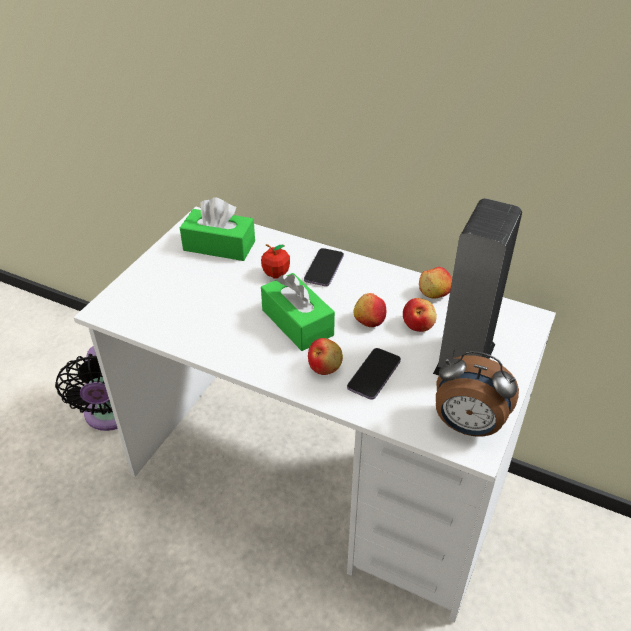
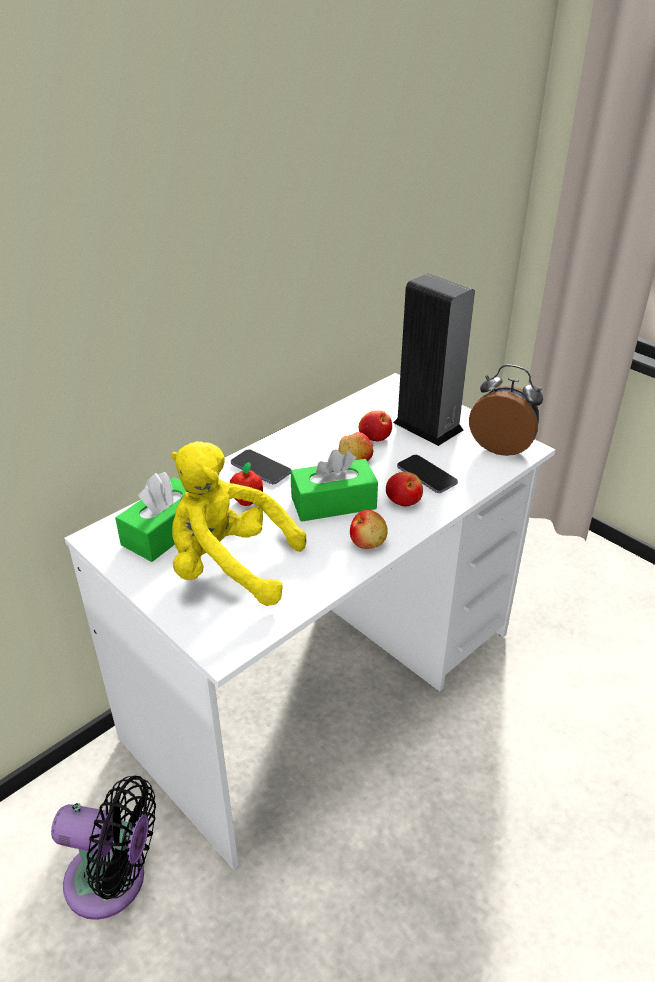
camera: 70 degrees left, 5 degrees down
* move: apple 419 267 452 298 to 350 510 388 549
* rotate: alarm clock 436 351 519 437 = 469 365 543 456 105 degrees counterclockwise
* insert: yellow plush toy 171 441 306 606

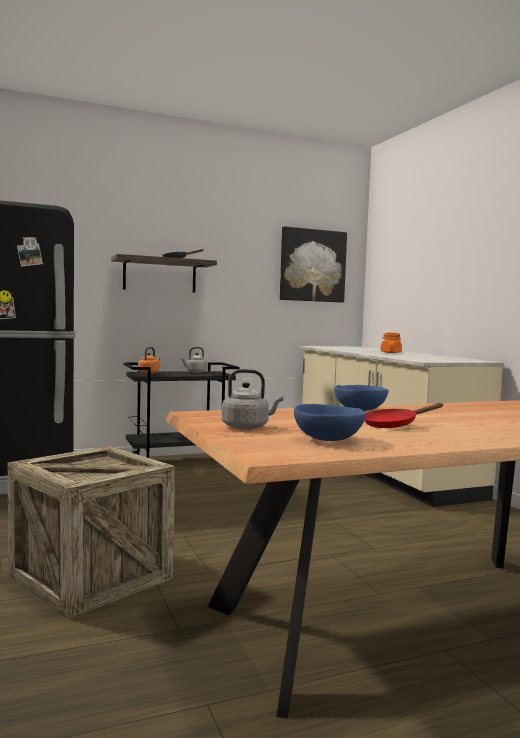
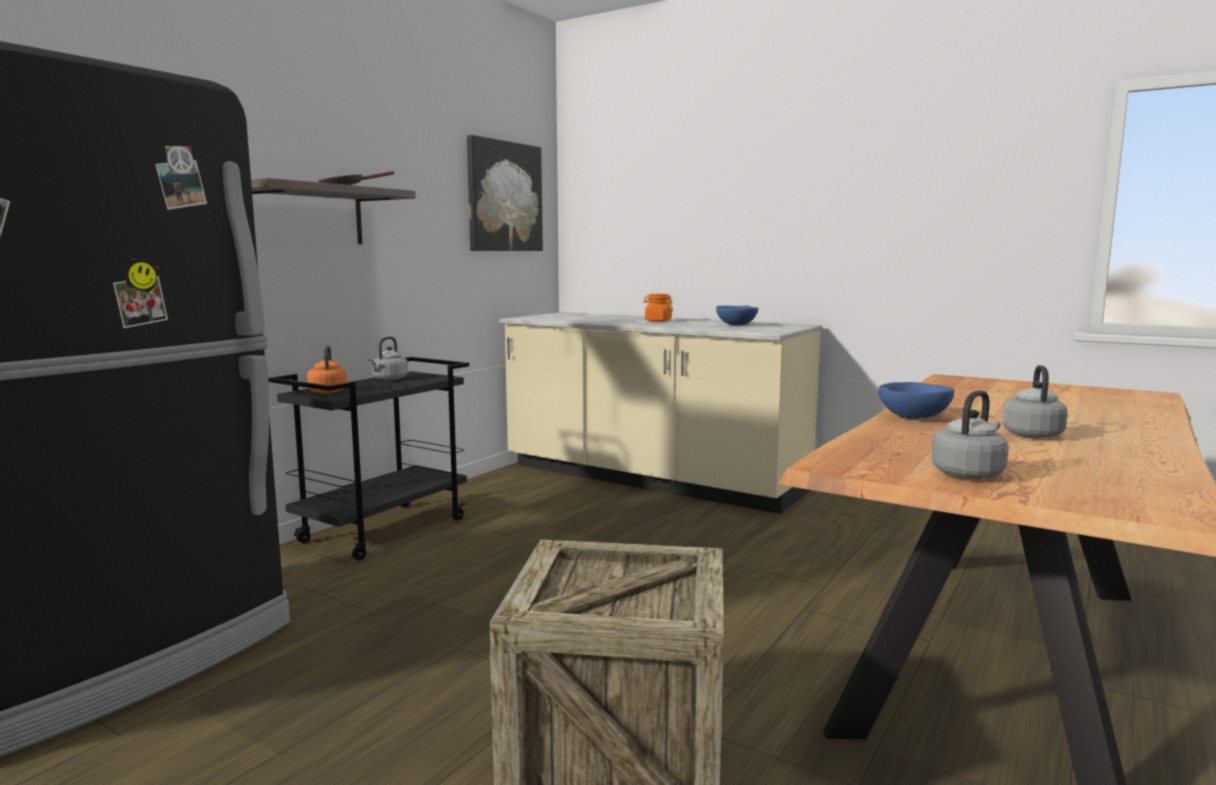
camera: 35 degrees left, 5 degrees up
* move: blue bowl 294 404 365 441 to 716 306 758 325
* replace: red frying pan 364 403 443 428 to grey kettle 1002 365 1068 438

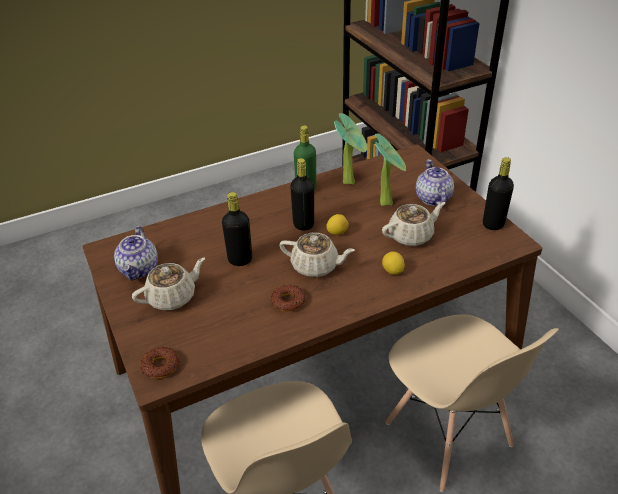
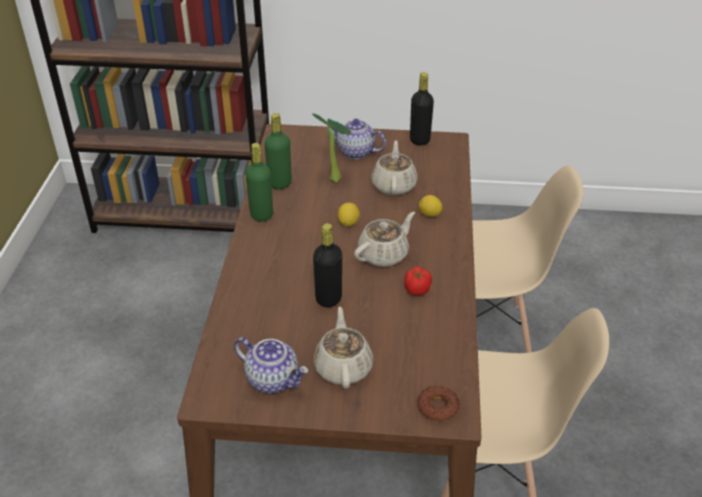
camera: 60 degrees left, 0 degrees up
* replace: donut 271 285 305 312 to tomato 404 266 432 295
* delete: black bottle 290 158 314 231
* replace: potted plant 334 113 368 185 to green bottle 264 113 292 189

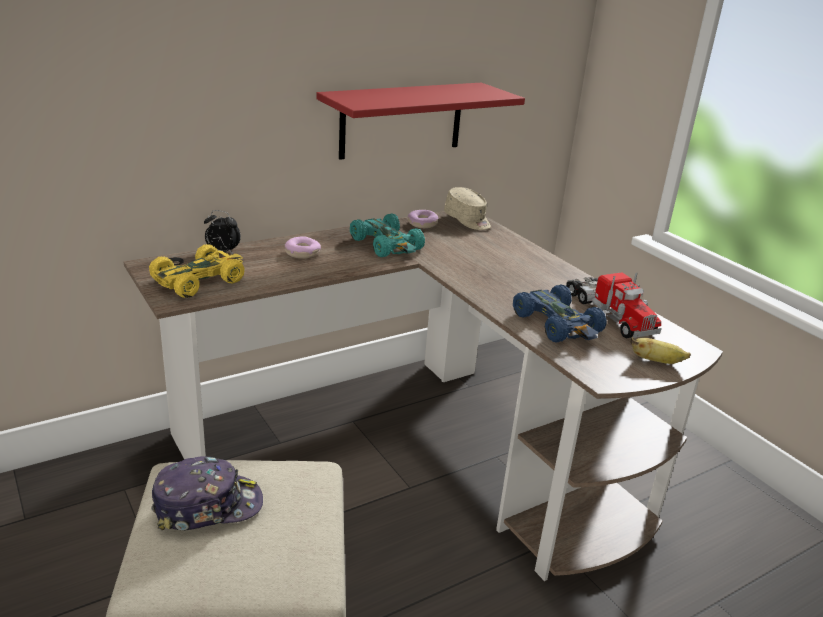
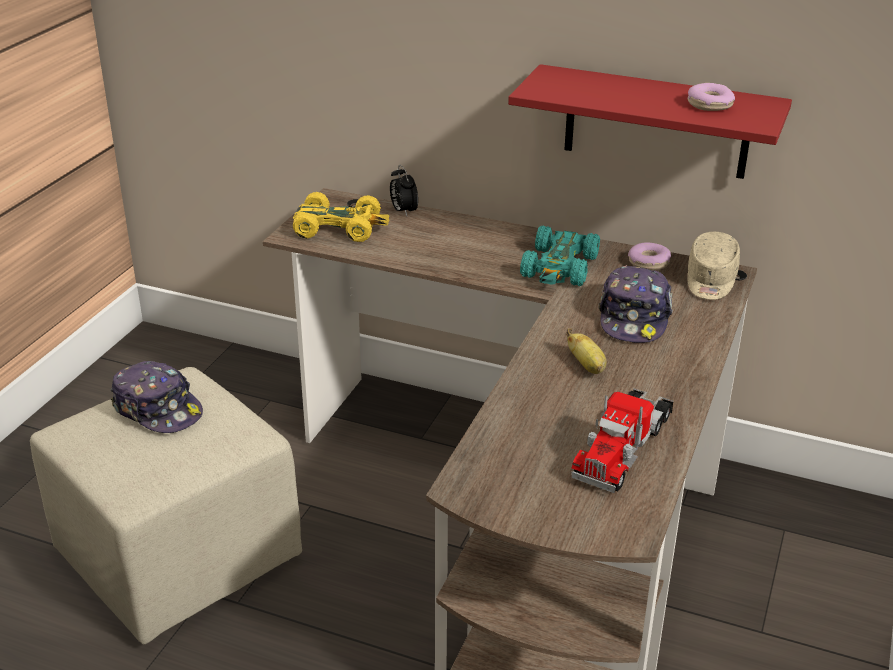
camera: 55 degrees right, 5 degrees up
* move: donut 285 236 321 259 to 688 83 735 111
* delete: blue toy car 513 285 607 342
* move: banana 630 337 691 364 to 566 328 606 374
* insert: cap 598 265 673 343

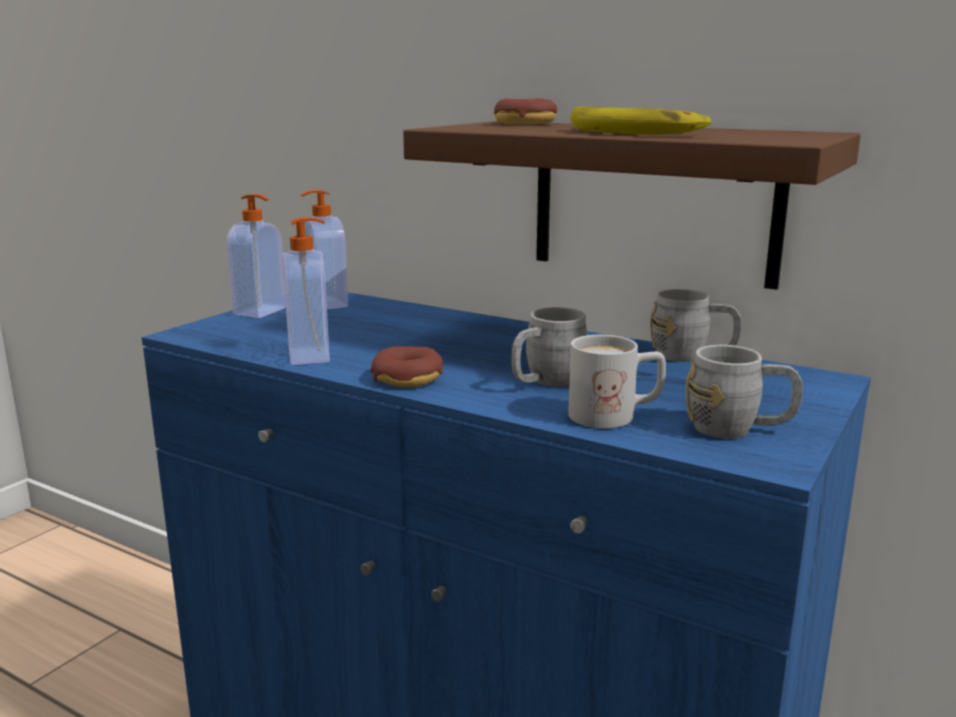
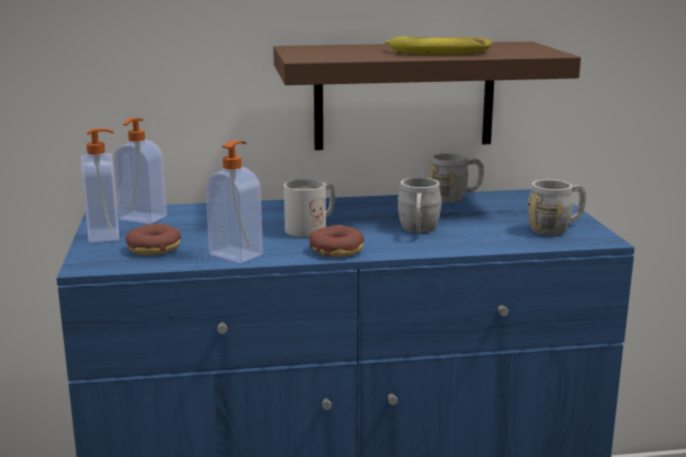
camera: 40 degrees left, 0 degrees up
* move: donut 494 98 557 125 to 125 224 181 256
* move: white mug 568 335 666 428 to 284 179 335 237

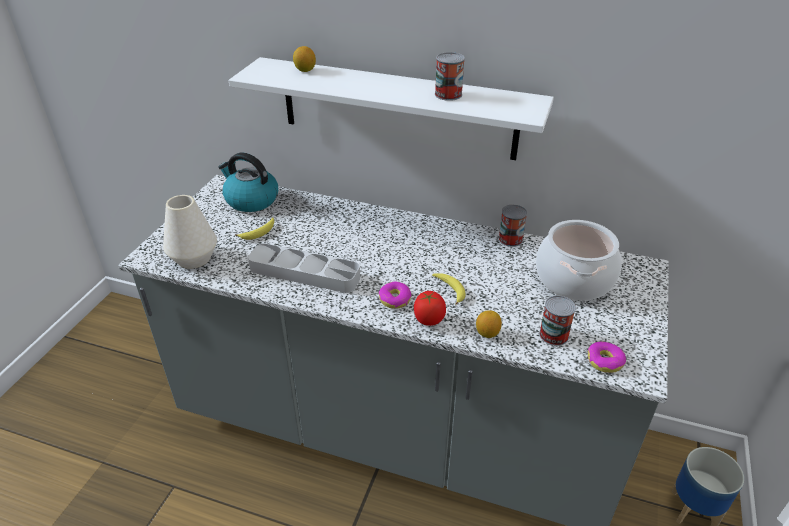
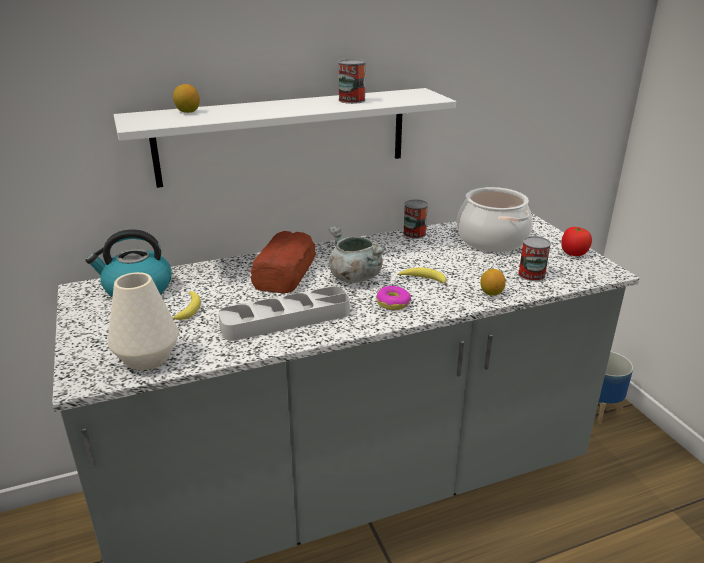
camera: 40 degrees left, 10 degrees down
* move: tomato 414 291 446 326 to 561 227 592 256
* delete: donut 588 342 626 373
* insert: bread 250 231 316 294
* insert: grey cooking pot 329 226 386 283

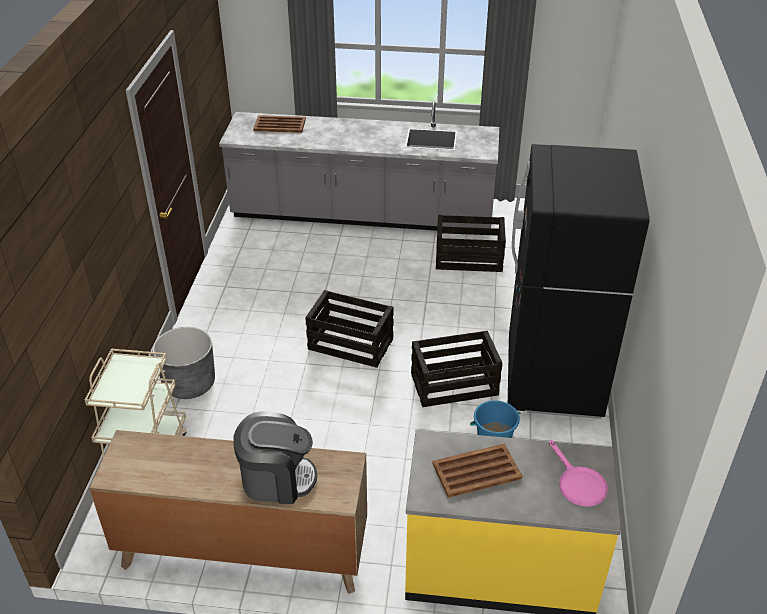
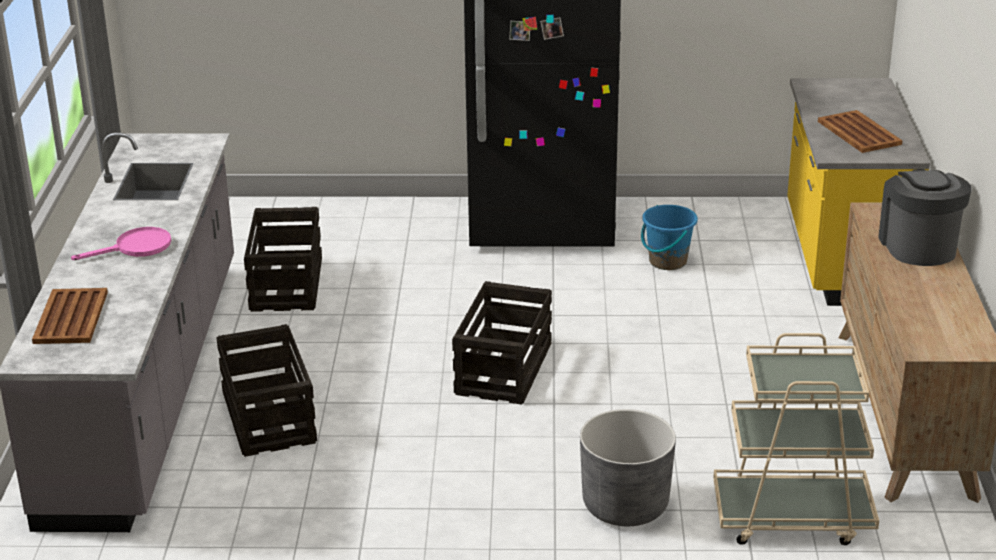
camera: 95 degrees left, 10 degrees down
* move: crate 411 331 502 407 to 216 324 317 457
* move: pink frying pan 549 440 608 506 to 71 227 171 260

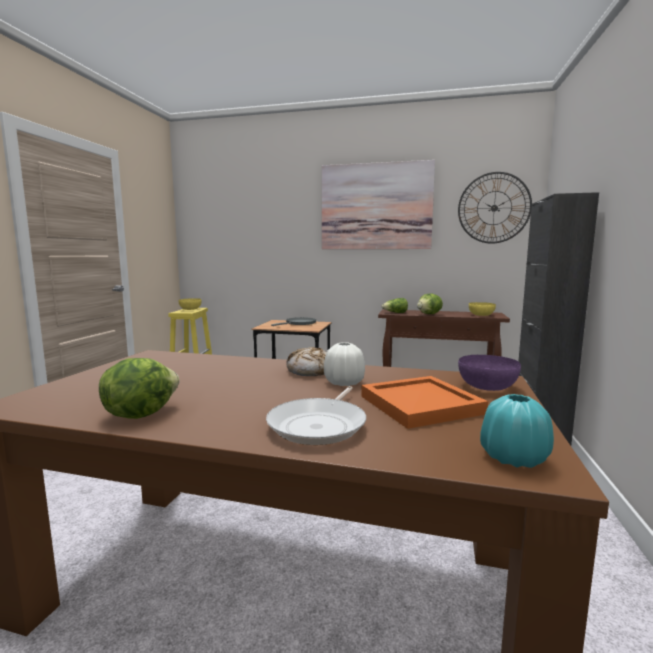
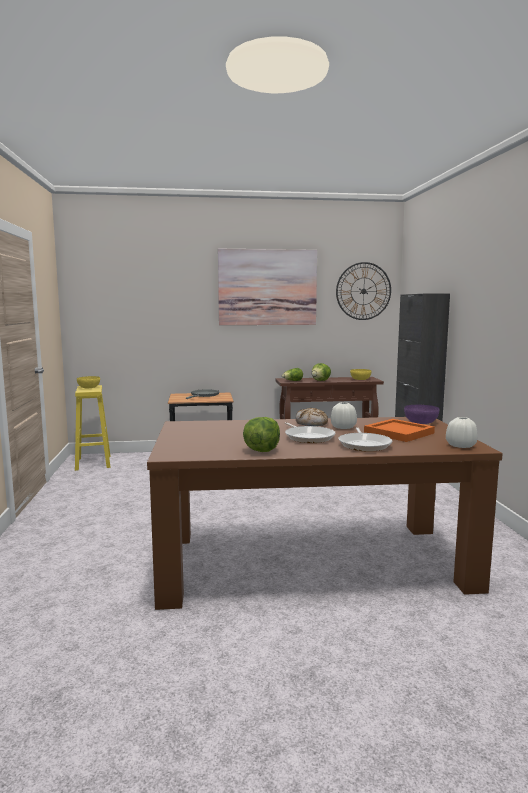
camera: 20 degrees left, 0 degrees up
* recolor: turquoise vase 480 394 554 468 to white vase 446 417 477 448
* insert: frying pan 285 422 335 443

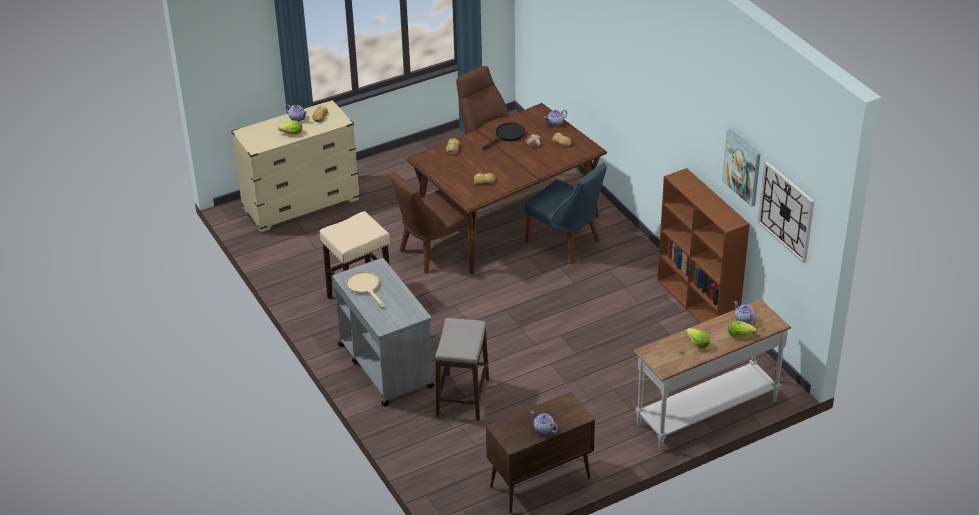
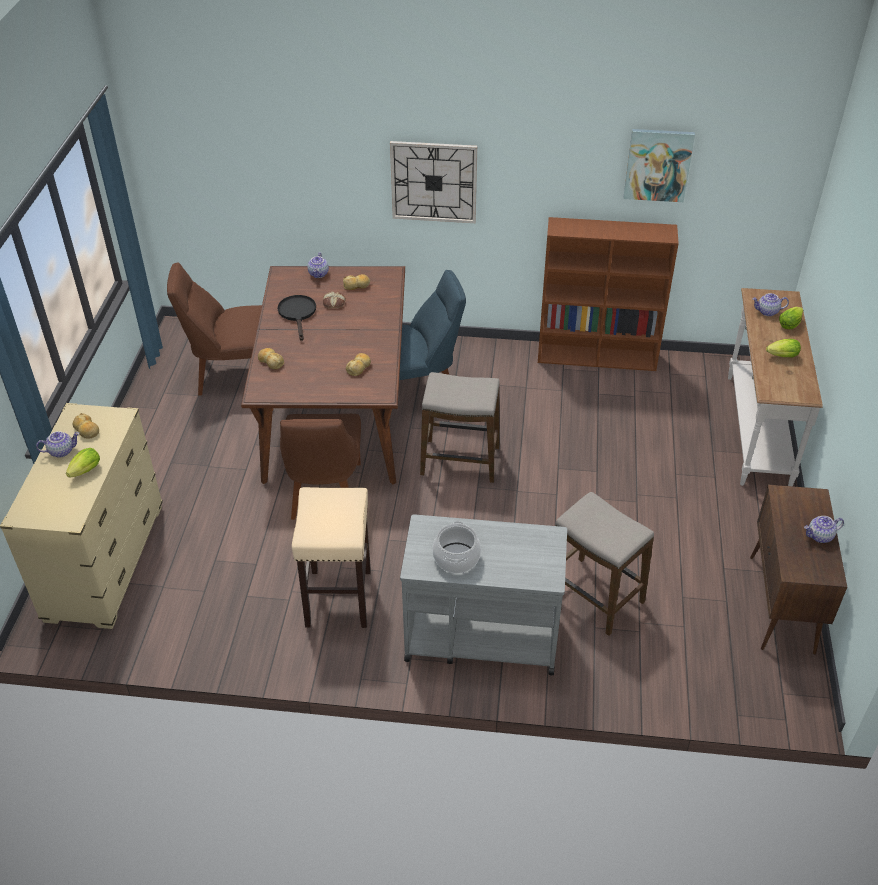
camera: 55 degrees left, 5 degrees up
* replace: beige frying pan 347 271 385 308 to cooking pot 432 521 481 573
* move: wall clock 758 161 814 263 to 390 141 477 223
* insert: stool 420 372 500 483

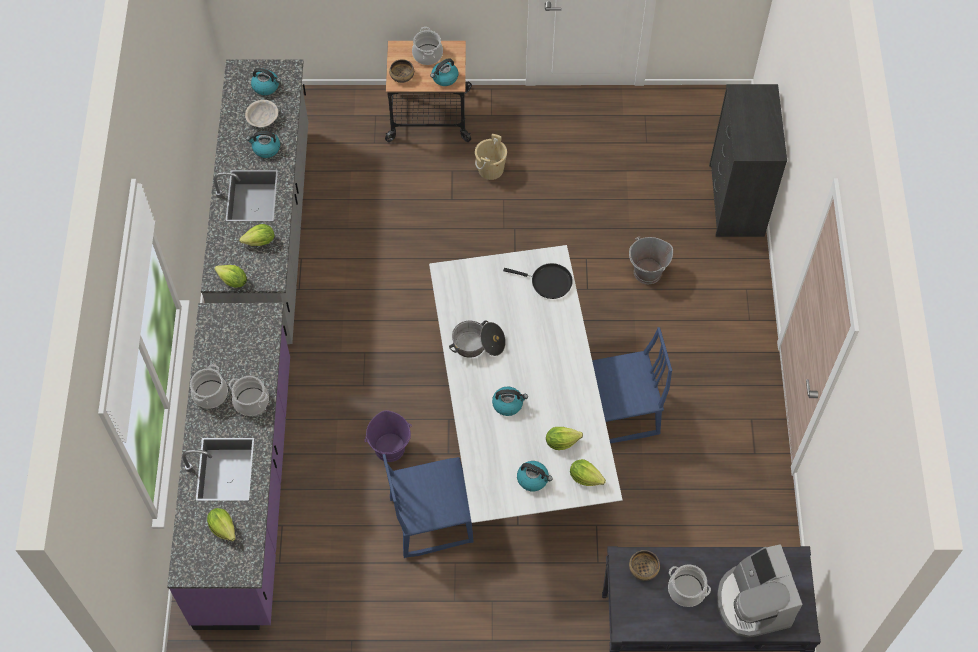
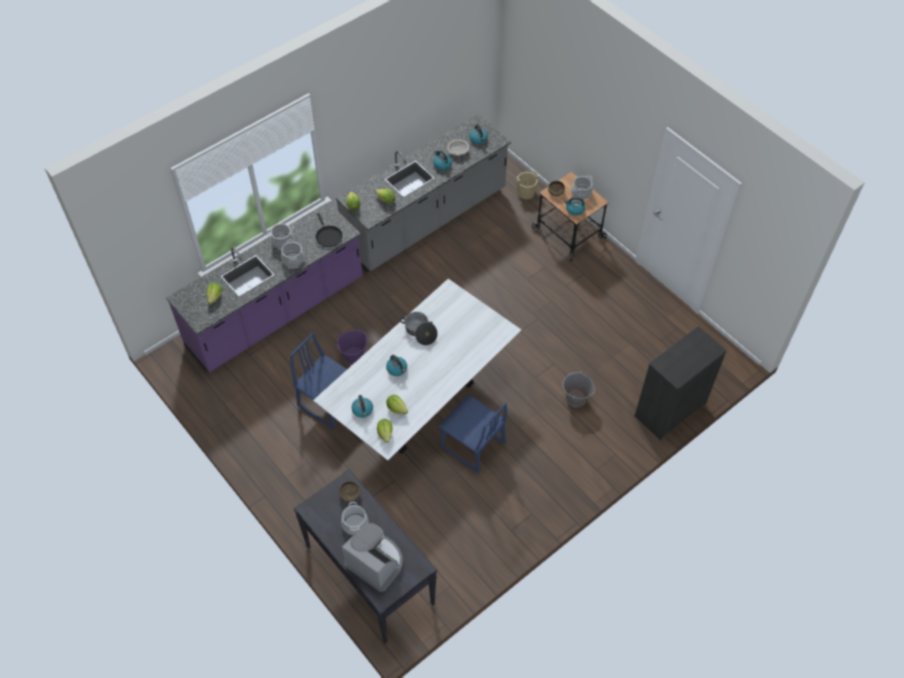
camera: 50 degrees right, 5 degrees down
* move: beige bucket 475 134 507 180 to 516 171 539 199
* move: black frying pan 503 263 573 299 to 316 213 343 247
* rotate: coffee machine 717 544 802 637 = 342 523 403 592 90 degrees clockwise

